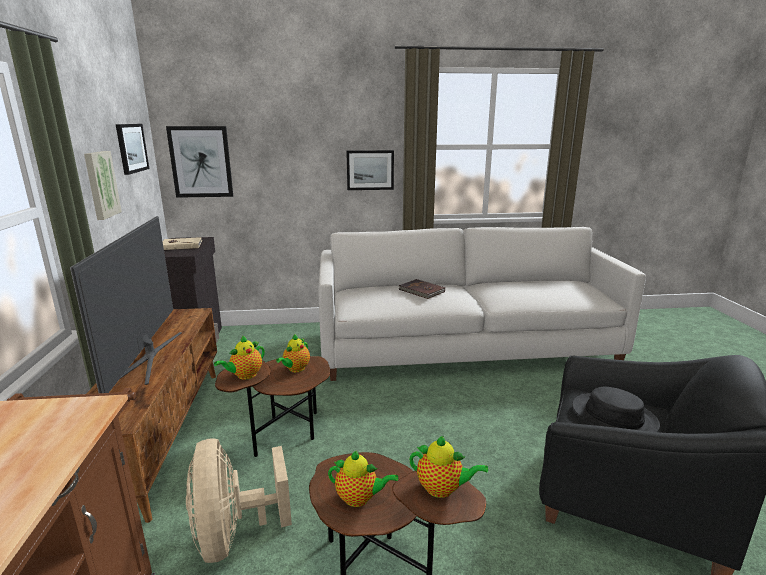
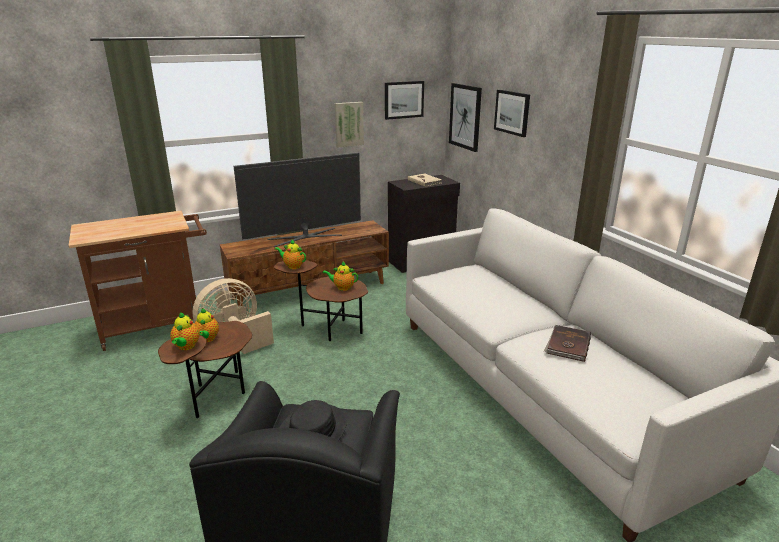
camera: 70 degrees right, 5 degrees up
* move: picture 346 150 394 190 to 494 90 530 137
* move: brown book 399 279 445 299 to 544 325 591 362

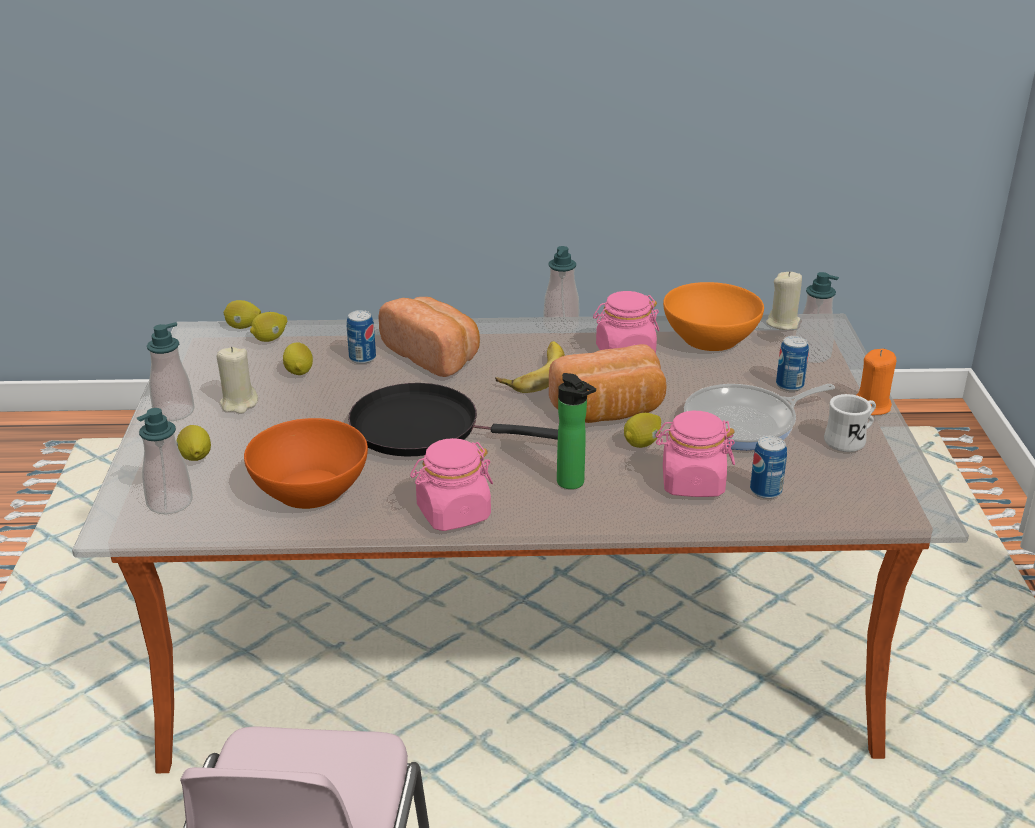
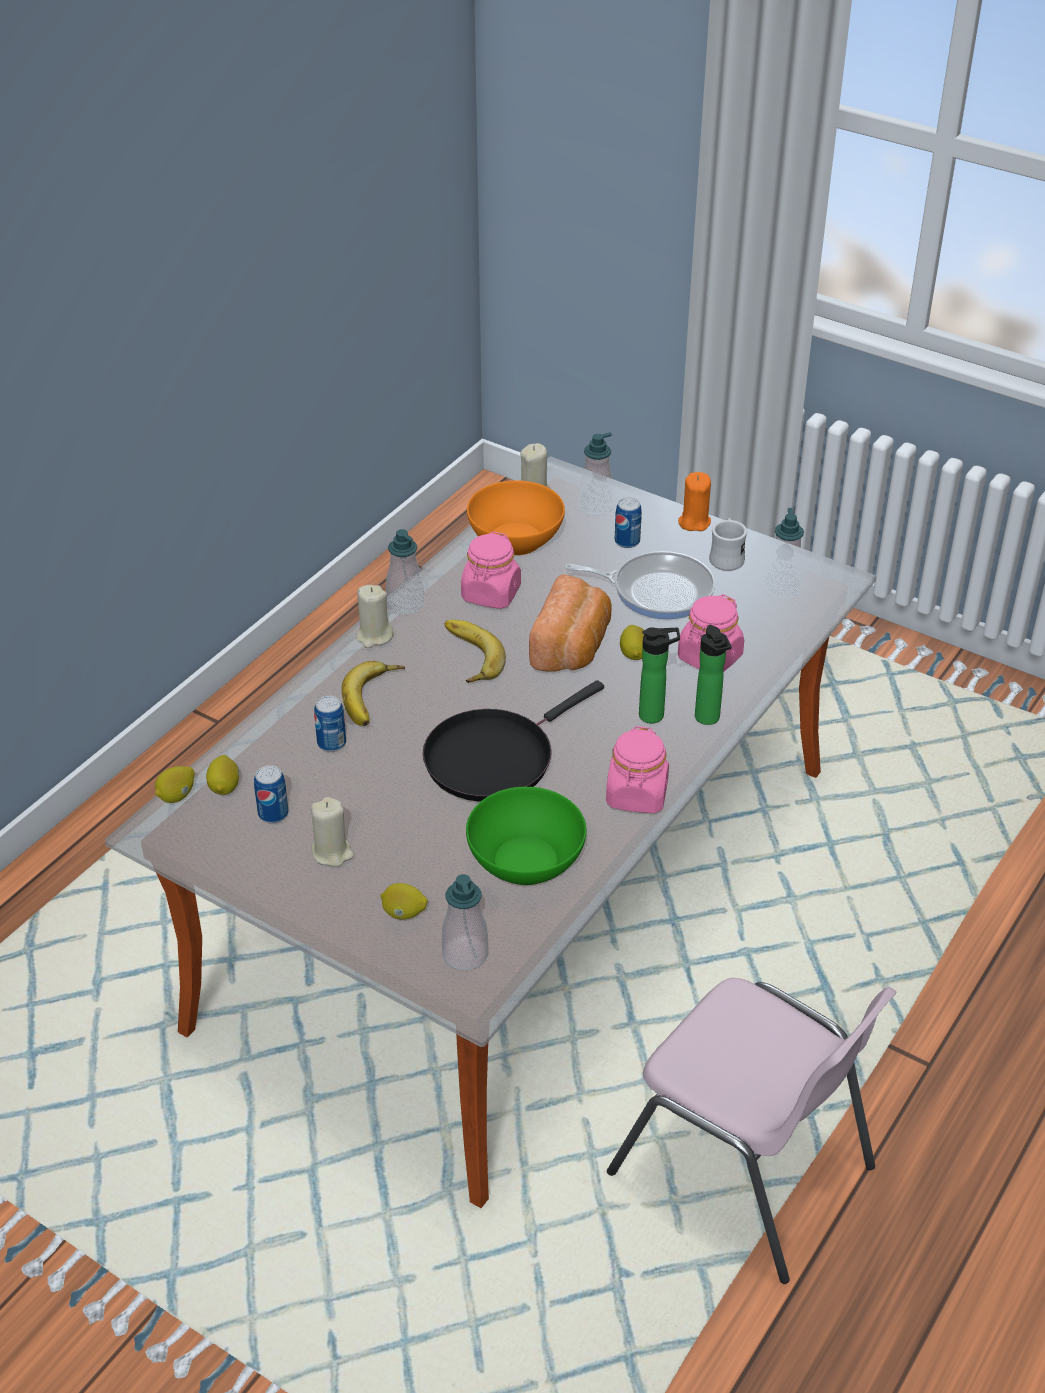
camera: 55 degrees left, 10 degrees up
* move: soap dispenser 147 322 195 421 to 764 508 804 599
* recolor: orange bowl 244 418 368 509 to green bowl 466 787 586 885
* delete: lemon 283 342 313 375
* replace: bread 378 297 480 377 to banana 342 661 405 726
* rotate: frying pan 684 384 835 450 = 565 551 715 619 90 degrees counterclockwise
* move: can 750 436 787 499 to 254 765 289 823
* insert: beige candle 356 585 394 648
* insert: bottle 695 625 731 725

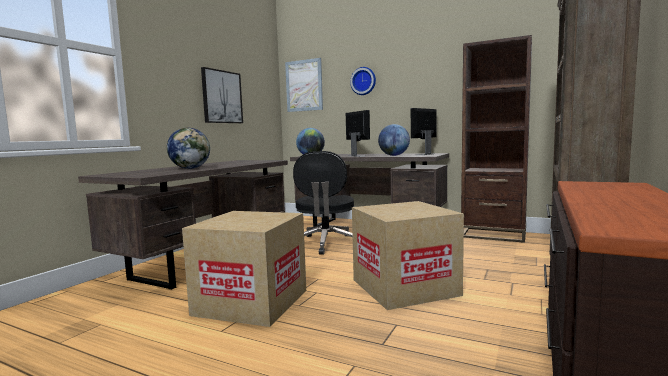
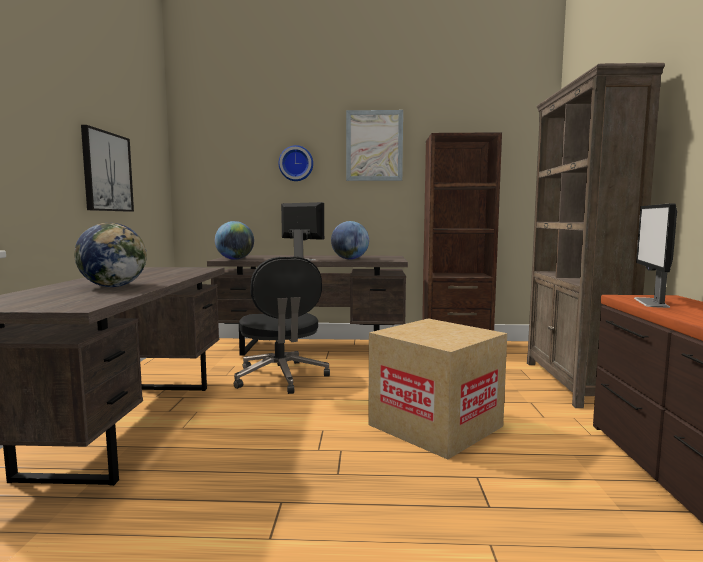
camera: 25 degrees left, 0 degrees up
* delete: cardboard box 182 211 306 327
* move: picture 285 58 323 112 to 346 110 403 181
* move: monitor 411 108 437 155 to 634 203 677 308

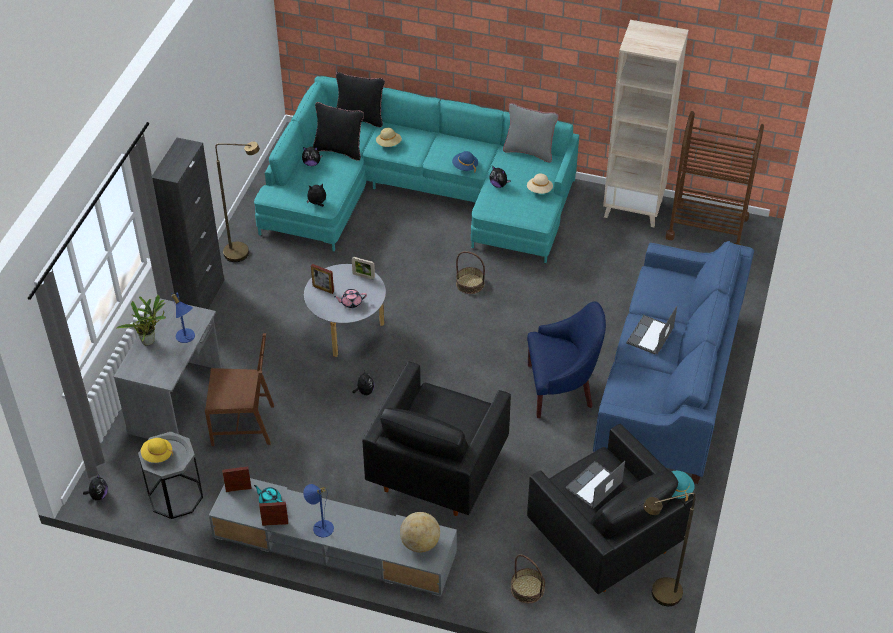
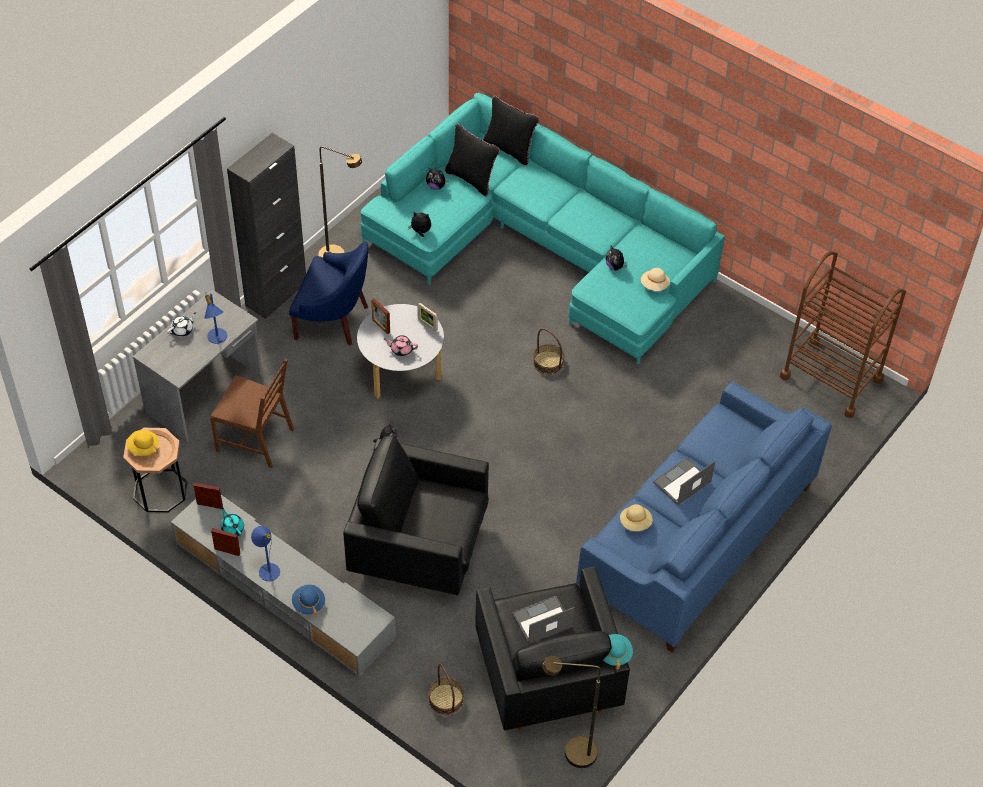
camera: 20 degrees right, 5 degrees up
* delete: plush toy 83 474 108 500
* replace: potted plant 116 295 166 346 to white teapot 167 312 196 337
* recolor: grey side table 138 432 203 519 to brown side table 123 428 188 512
* rotate: black armchair 362 361 511 516 = 343 436 489 595 60 degrees clockwise
* move: beige hat 376 128 402 147 to 620 504 653 531
* delete: globe 400 512 440 553
* move: blue hat 452 151 478 173 to 292 585 325 617
* delete: grey pillow 503 103 559 162
* move: blue armchair 527 301 606 418 to 289 242 368 346
* delete: beige bookcase 603 20 689 227

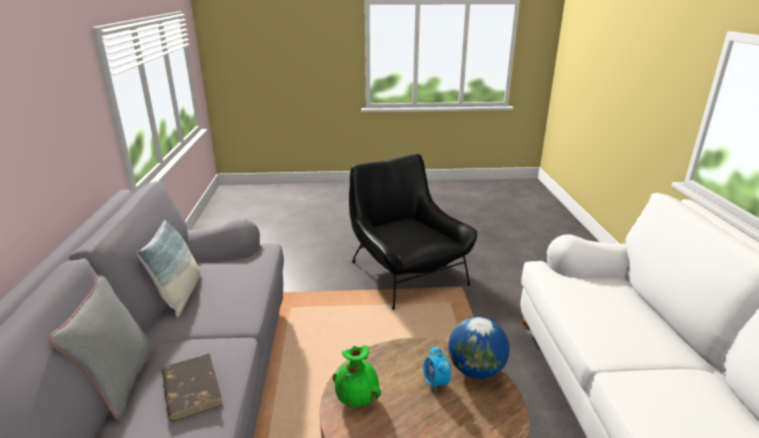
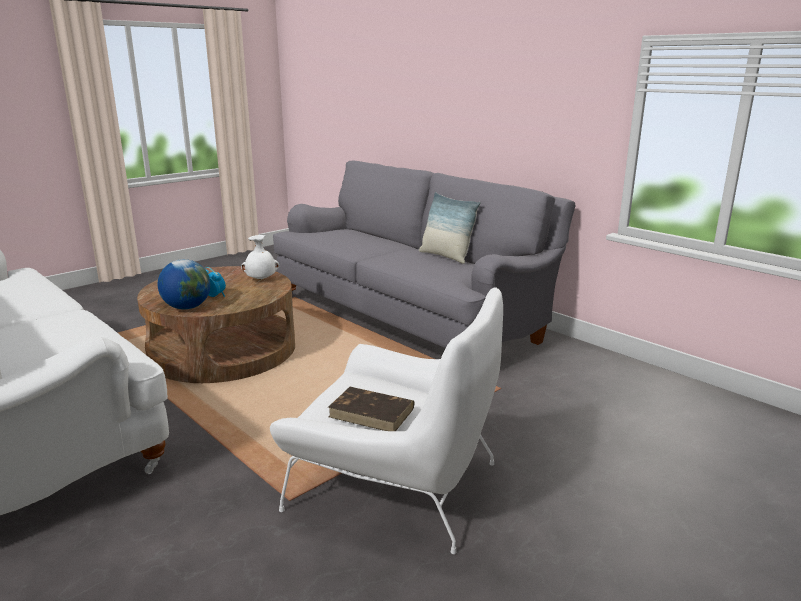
camera: 140 degrees right, 5 degrees down
* delete: grey pillow 48 275 156 420
* move: brown book 162 353 223 421 to 328 387 415 431
* recolor: green vase 333 346 381 407 to white vase 241 235 279 280
* recolor: black armchair 349 154 477 310 to white armchair 270 287 503 554

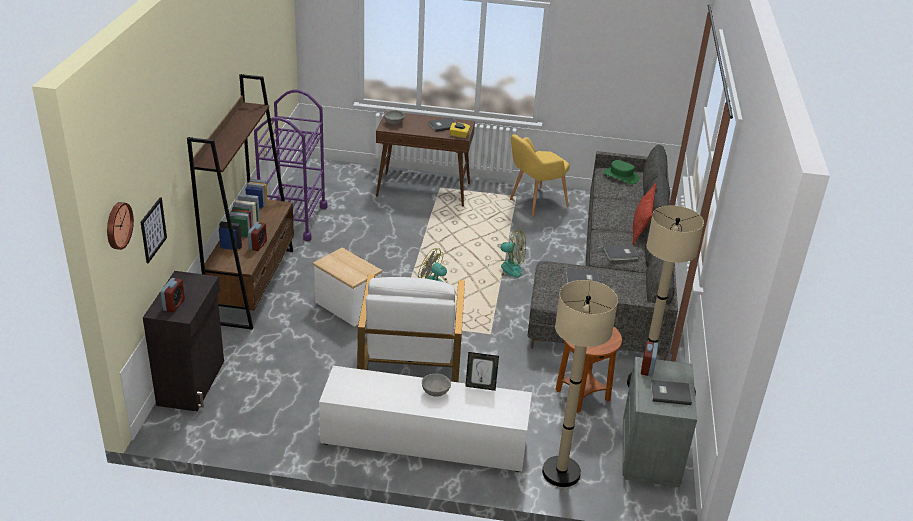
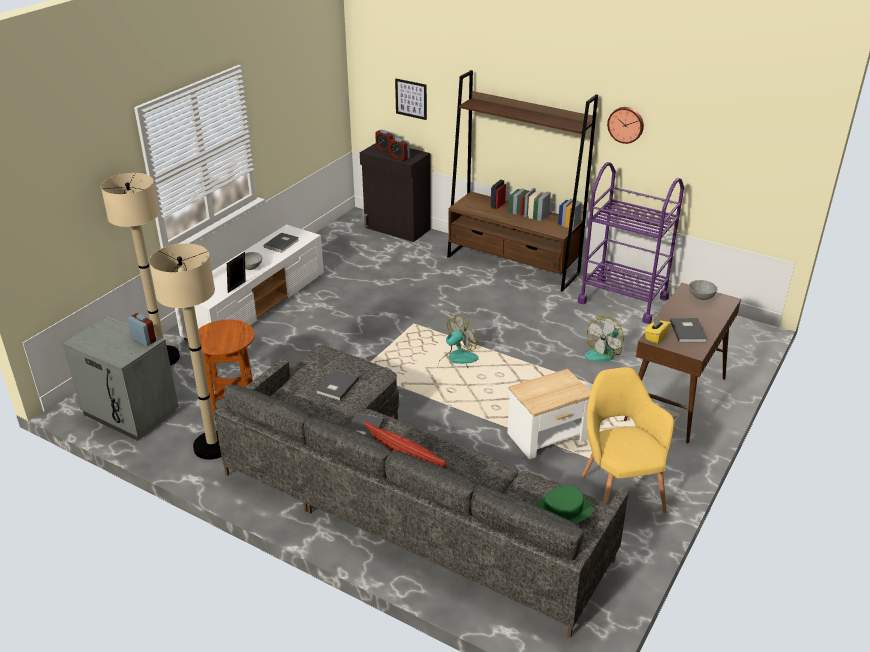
camera: 115 degrees right, 0 degrees up
* move: wall clock 107 202 134 250 to 607 107 644 144
* move: alarm clock 248 222 267 251 to 390 137 410 161
* move: side table 313 248 382 327 to 507 369 591 459
* delete: white armchair 357 274 465 382
* move: fan 488 230 526 277 to 585 316 624 362
* move: grey book 650 380 692 405 to 264 232 299 253

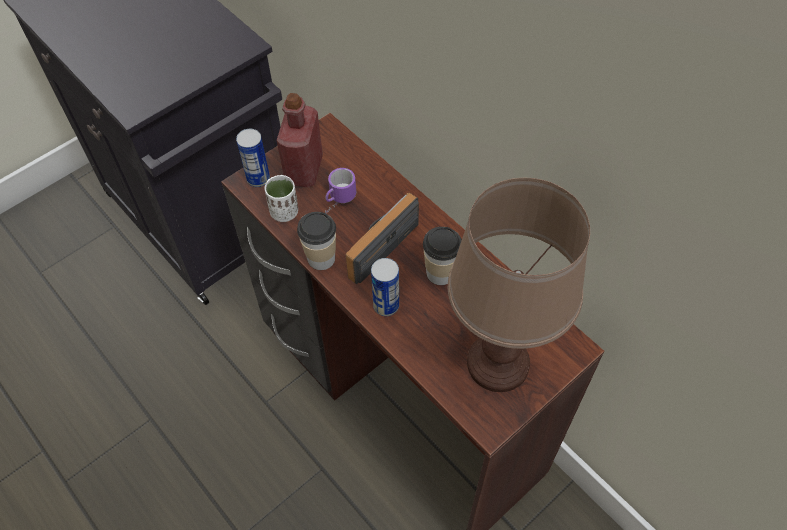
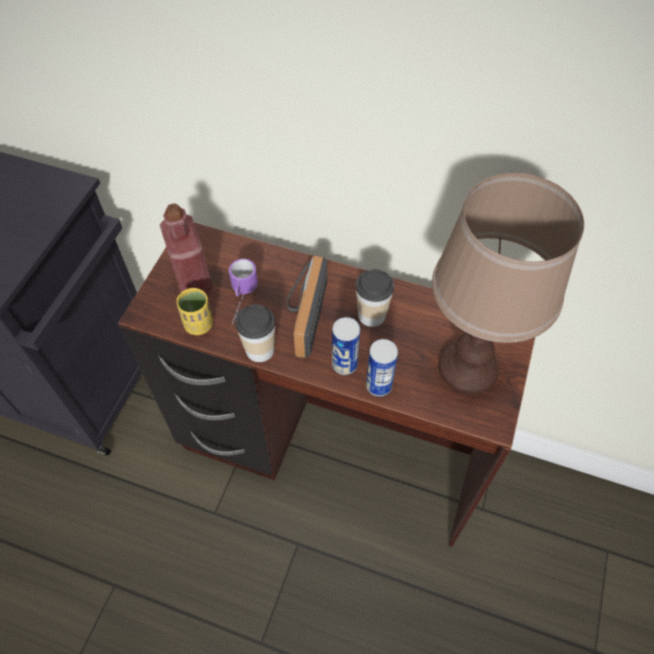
camera: 30 degrees left, 0 degrees up
* move: can 236 129 270 187 to 366 339 398 397
* recolor: white cup 264 175 298 222 to yellow cup 177 288 213 335

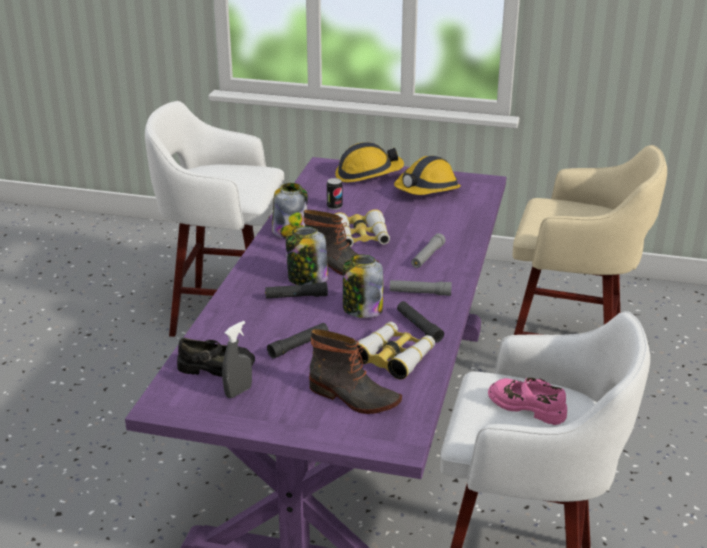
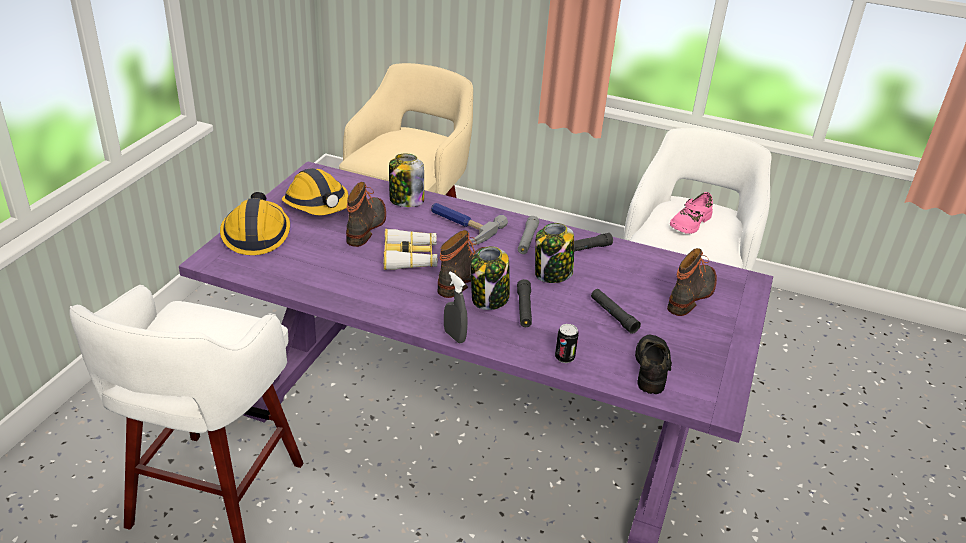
camera: 85 degrees left, 5 degrees up
* move: grey spray bottle 222 321 252 398 to 444 271 468 343
* move: jar 272 183 308 238 to 389 154 424 207
* move: can 327 178 343 210 to 555 324 578 363
* delete: binoculars 357 322 435 379
* replace: grey flashlight 411 233 446 268 to hammer 431 203 508 246
* insert: boot 346 182 386 247

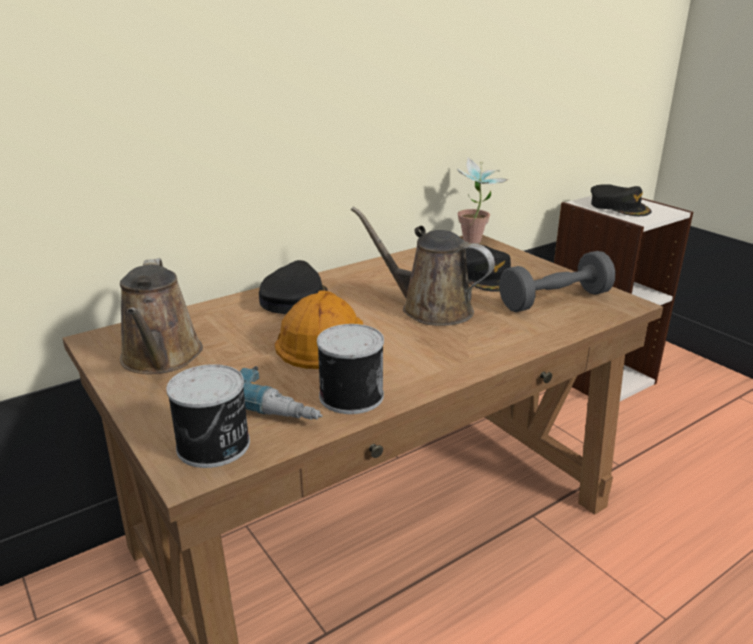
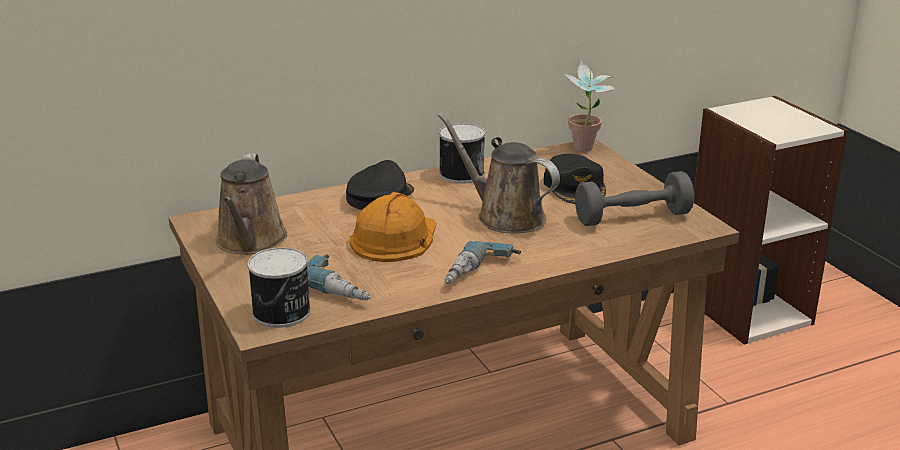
camera: 10 degrees right, 0 degrees up
* move: can 317 324 384 414 to 439 123 485 184
* delete: black cap 591 184 652 216
* insert: power drill 445 241 521 284

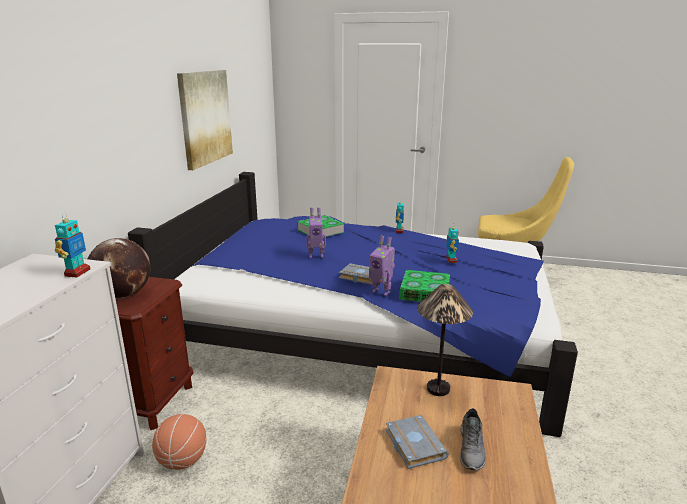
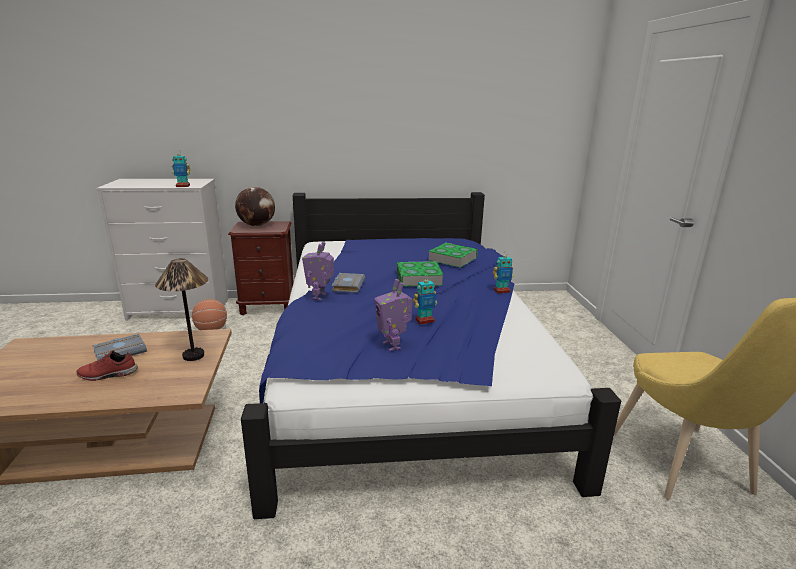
camera: 70 degrees right, 0 degrees up
* delete: picture 177 70 233 170
* move: toy robot 306 208 326 258 to 374 279 412 351
* move: book 400 270 450 302 to 397 261 443 286
* recolor: grey shoe 460 408 486 471 to red shoe 76 350 138 381

